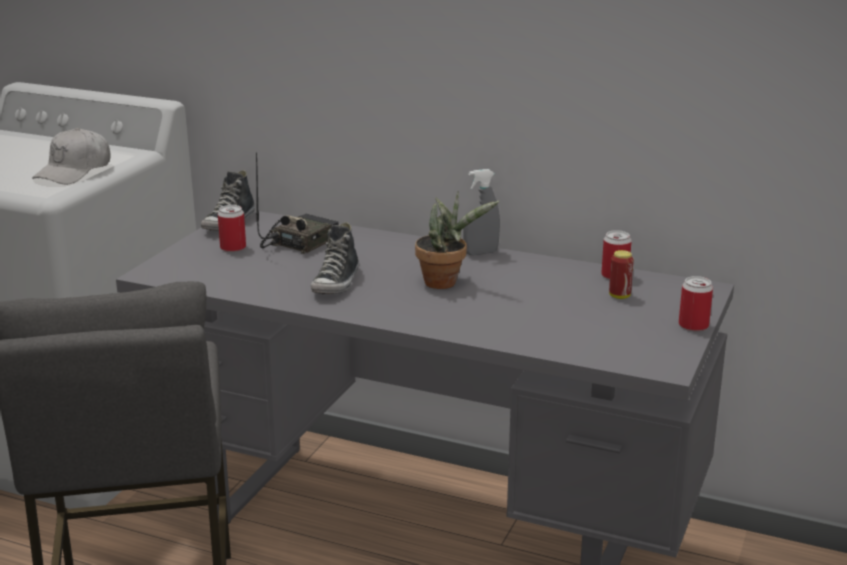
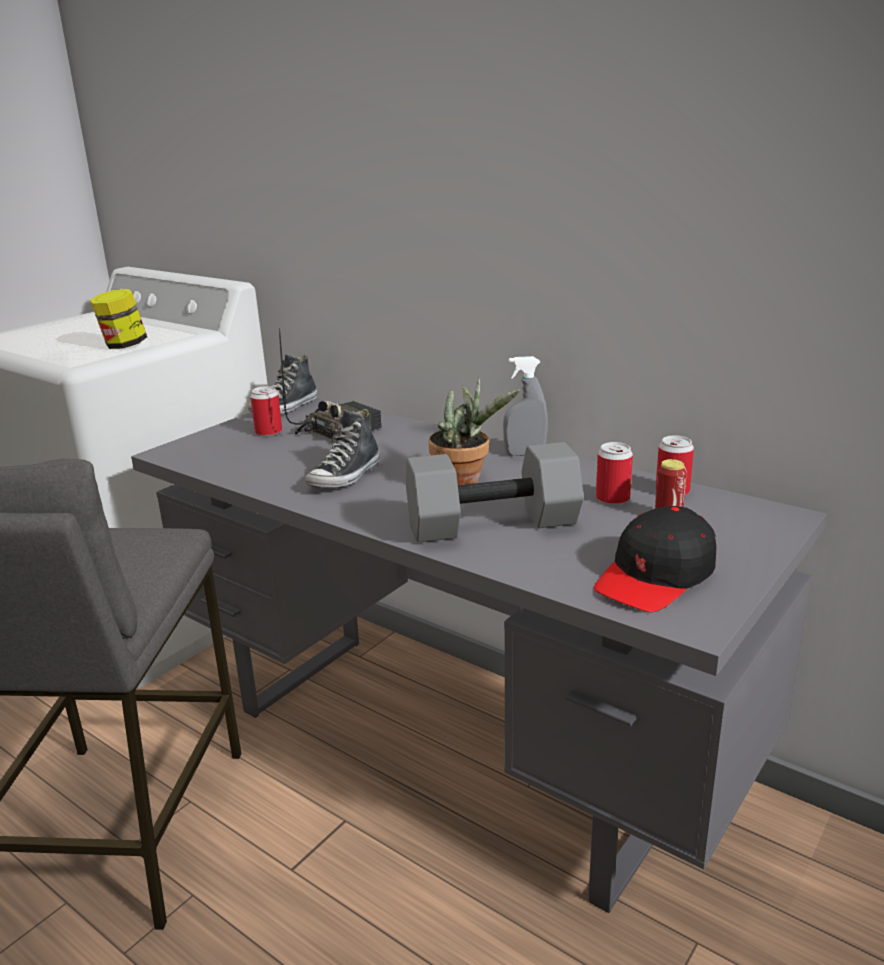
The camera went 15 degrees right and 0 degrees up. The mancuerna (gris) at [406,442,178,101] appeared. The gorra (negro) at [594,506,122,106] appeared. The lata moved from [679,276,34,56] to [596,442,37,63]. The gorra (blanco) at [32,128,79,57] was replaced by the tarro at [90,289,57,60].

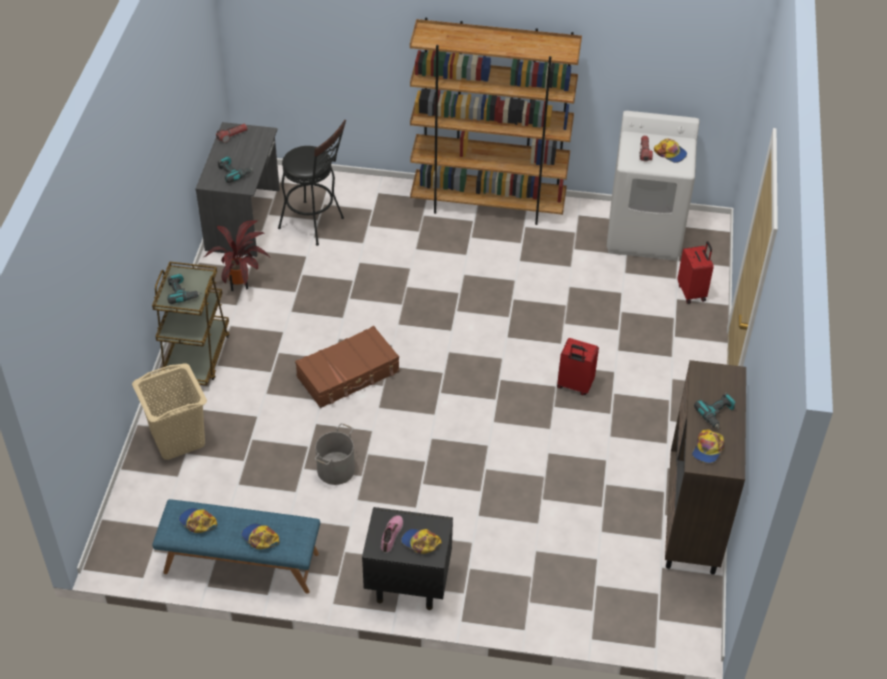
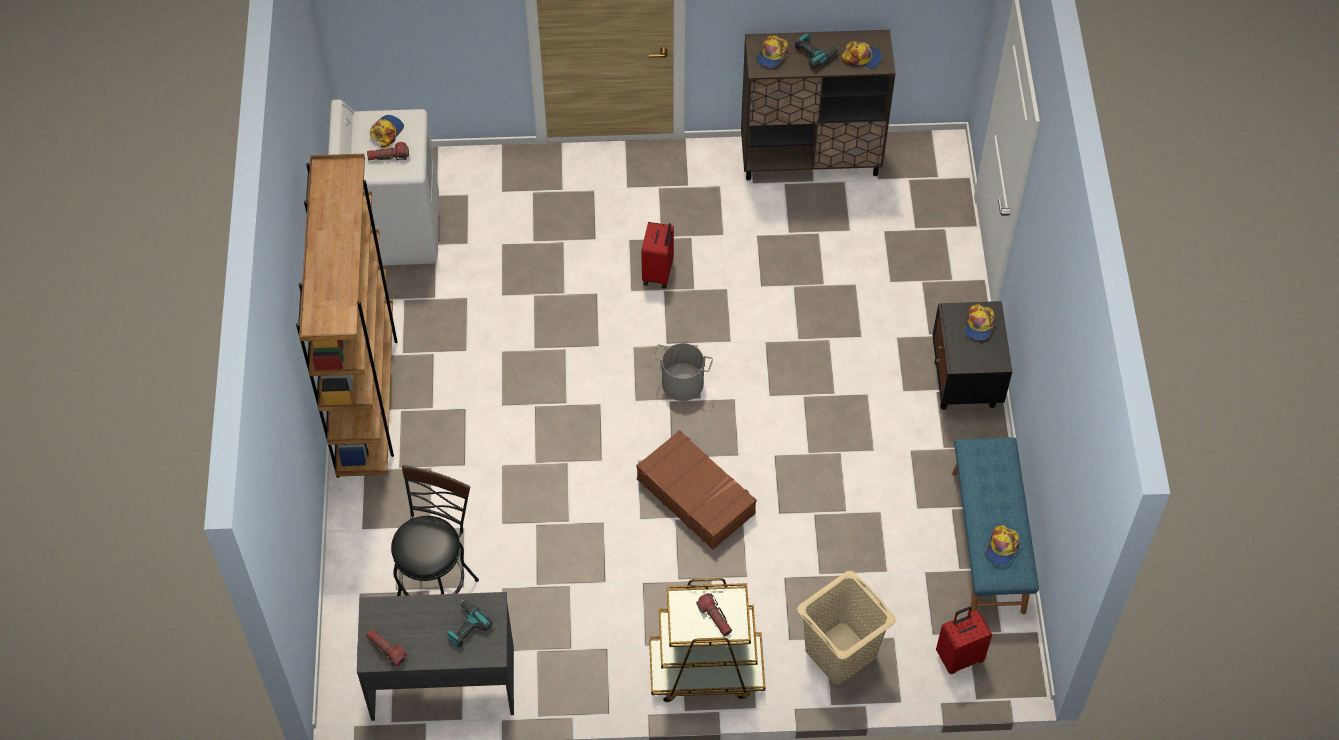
The camera went 100 degrees left and 10 degrees up. The planta en maceta at [204,220,66,71] disappeared. The zapato at [381,515,22,38] disappeared. The gorra moved from [241,524,39,25] to [756,35,32,32]. The cubo (gris) moved from [315,423,40,62] to [653,343,60,58]. The maleta (rojo) moved from [678,241,36,63] to [936,607,56,67]. The taladro at [167,274,34,30] was replaced by the linterna at [696,593,36,43].

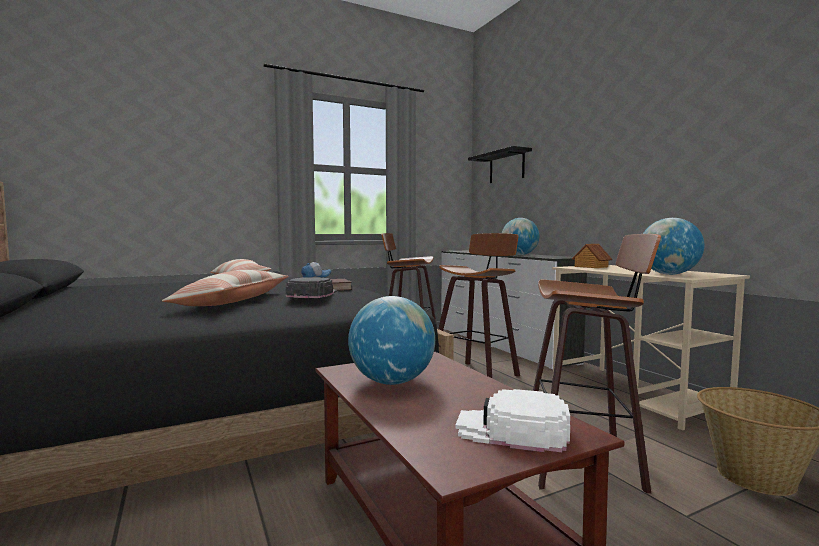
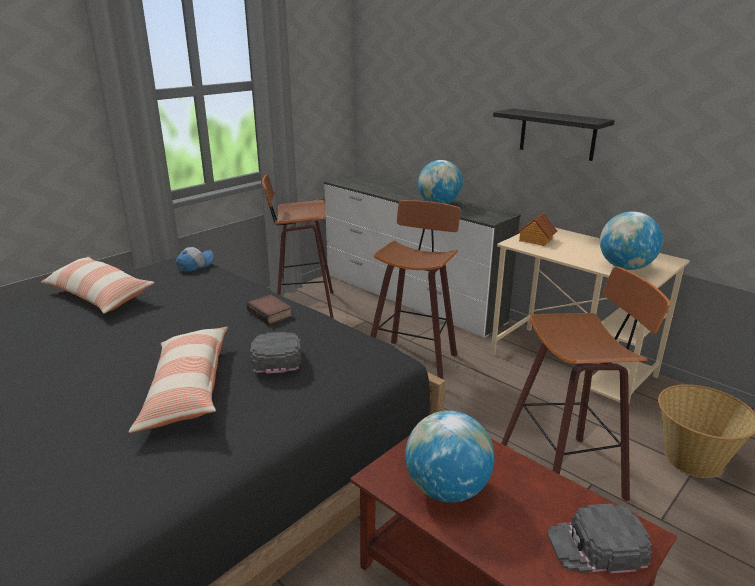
The camera went 20 degrees left and 20 degrees up. The estante (negro) moved from [468,146,64,37] to [493,108,122,53]. The gorra (blanco) at [455,389,115,63] became the gorra (negro) at [547,504,105,70].

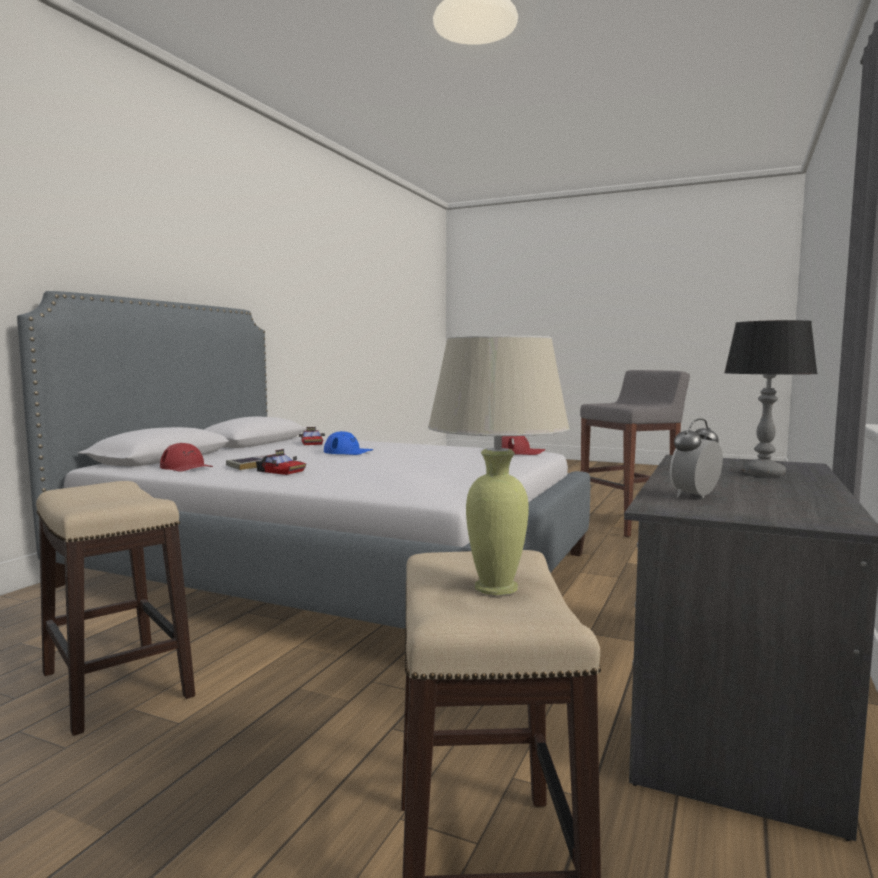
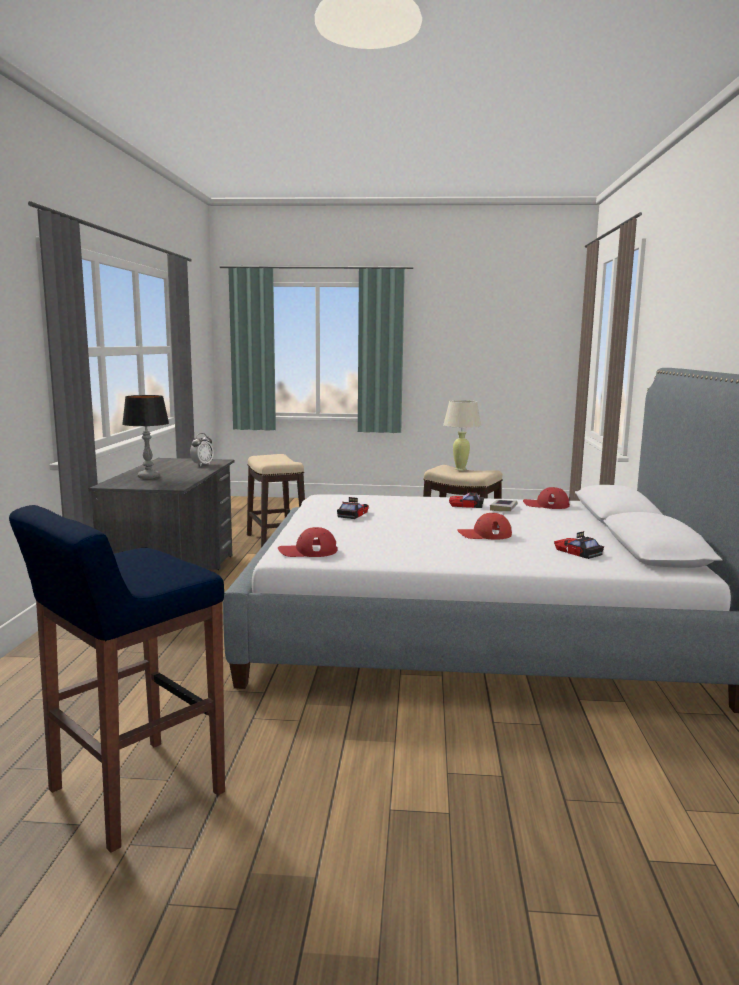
The camera went 160 degrees right and 5 degrees up. The coche de juguete at [337,497,32,22] appeared. The lámpara de mesa (beis) moved from [428,336,141,259] to [443,400,38,71]. The gorra (azul) at [324,431,50,24] became the gorra (rojo) at [457,513,55,27]. The taburete (gris) at [580,370,110,167] became the taburete (azul) at [9,505,216,348].

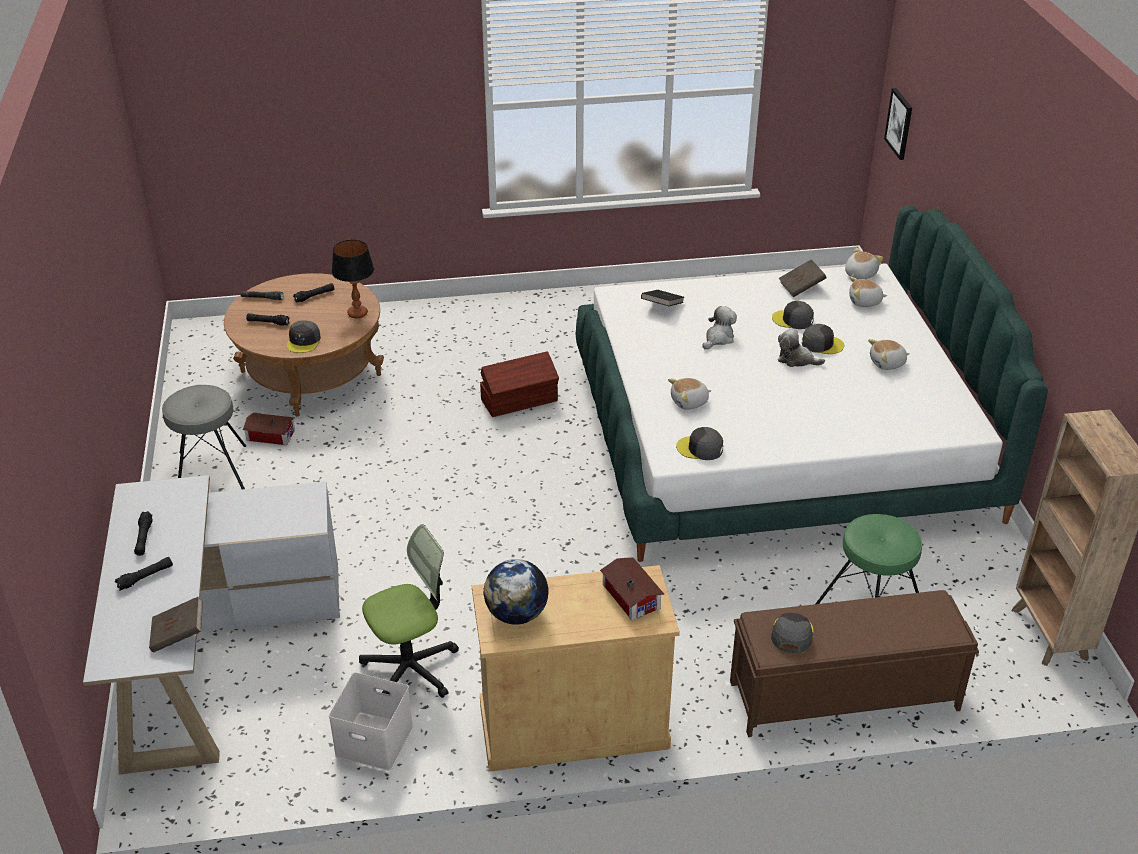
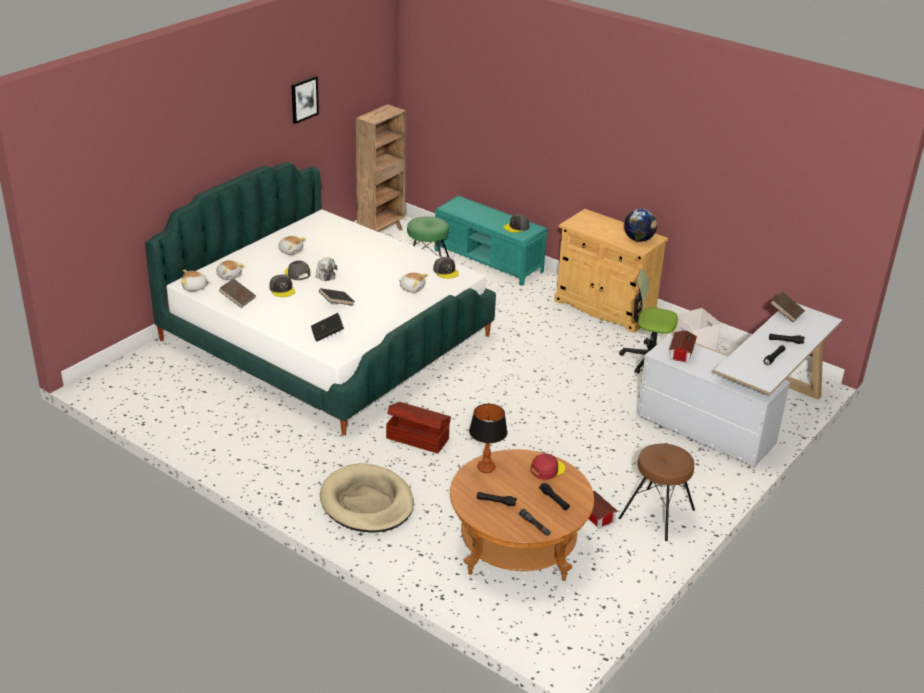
The camera went 135 degrees left and 5 degrees down. The cama para perro (beis) at [320,463,94,69] appeared. The casita moved from [600,557,64,63] to [669,330,28,33]. The cuadro moved from [884,88,28,72] to [291,76,28,48]. The peluche at [702,306,35,43] was replaced by the libro (negro) at [319,288,36,18]. The taburete (gris) at [162,385,84,104] became the taburete (marrón) at [619,444,76,97]. The gorra (gris) at [287,320,34,33] became the gorra (rojo) at [531,453,34,27]. The banco (marrón) at [730,590,249,147] became the banco (turquesa) at [434,196,114,90].

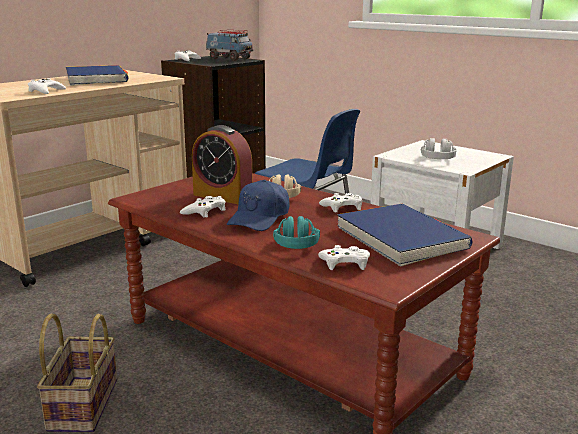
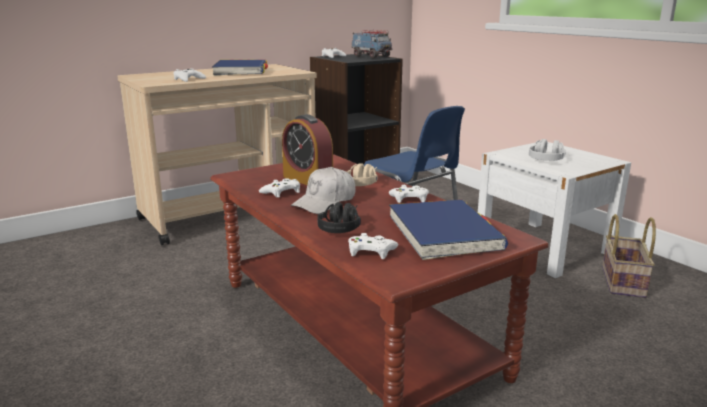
The camera went 15 degrees right and 0 degrees up. The cesta moved from [37,313,80,119] to [602,214,54,84]. The gorra (azul) at [227,180,63,51] became the gorra (blanco) at [291,167,65,47]. The auriculares (turquesa) at [273,216,47,33] became the auriculares (negro) at [317,202,44,31].

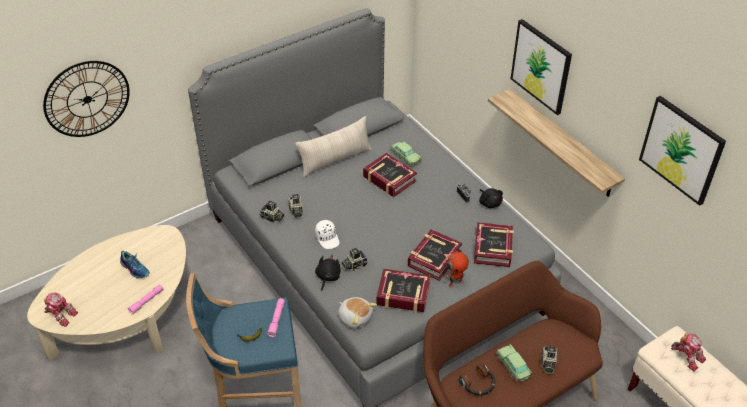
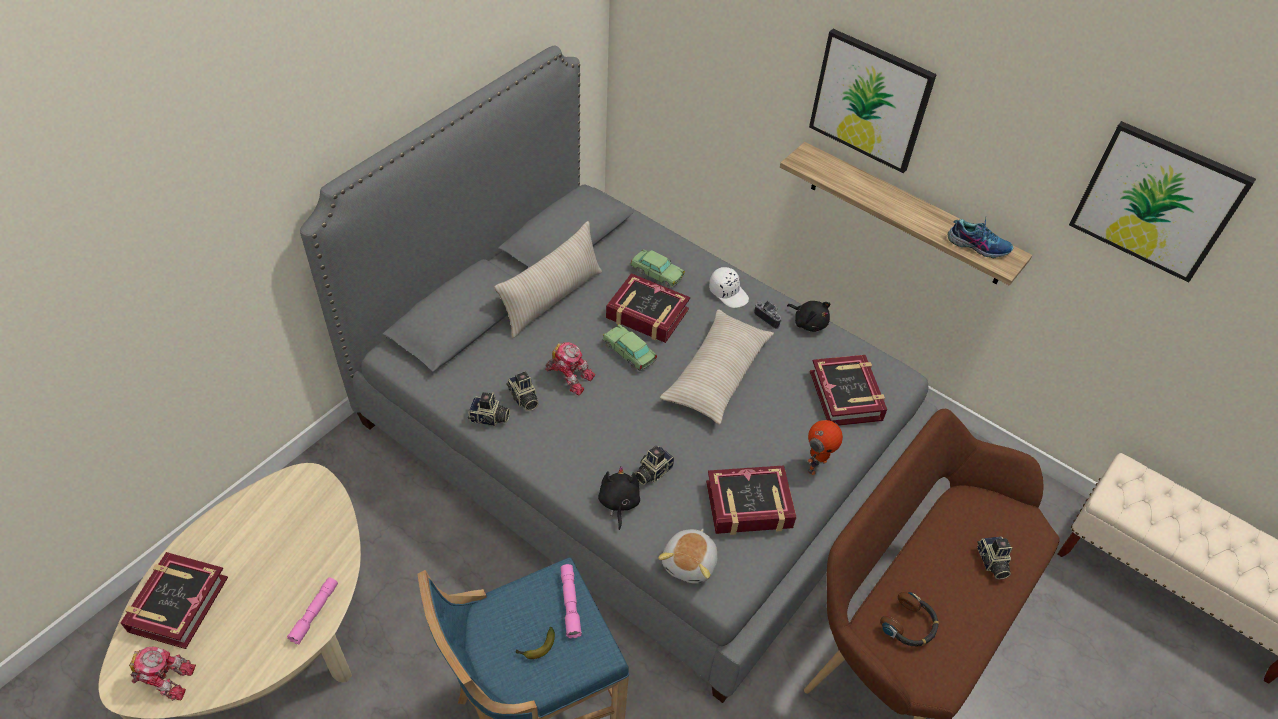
The camera went 20 degrees left and 5 degrees up. The reloj de pared at [43,61,87,76] disappeared. The cojín (beis) at [660,309,114,116] appeared. The zapato moved from [120,251,30,27] to [948,219,65,39]. The gorra (blanco) moved from [315,220,24,29] to [709,267,40,41]. The libro moved from [408,230,54,51] to [121,552,107,97]. The coche de juguete moved from [496,344,36,39] to [602,324,55,47]. The robot de juguete moved from [671,333,35,39] to [545,342,50,53]. The peluche at [338,297,39,32] turned 90 degrees clockwise.

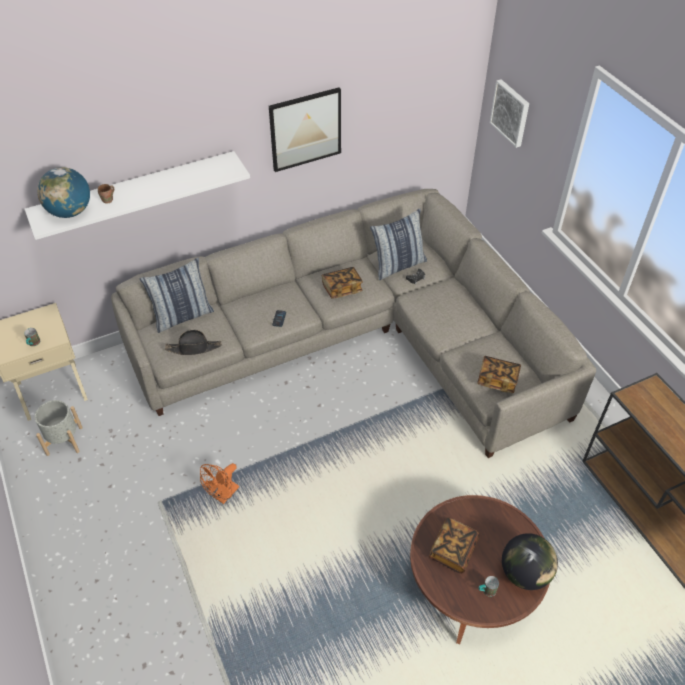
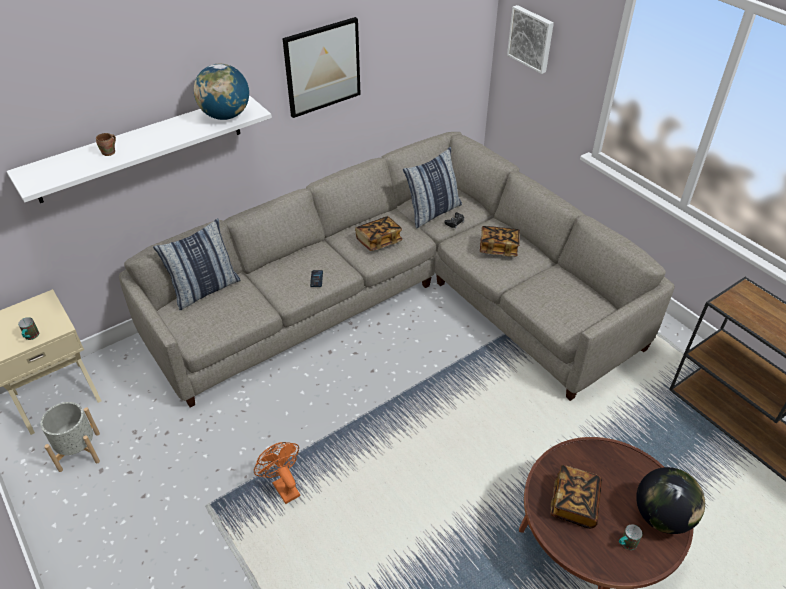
The camera went 10 degrees left and 5 degrees down. The sombrero (negro) at [165,330,57,25] disappeared. The globo terráqueo moved from [37,167,53,51] to [194,64,55,56]. The libro moved from [477,356,44,37] to [480,226,40,31]. The ventilador (naranja) at [200,463,39,41] turned 120 degrees clockwise.

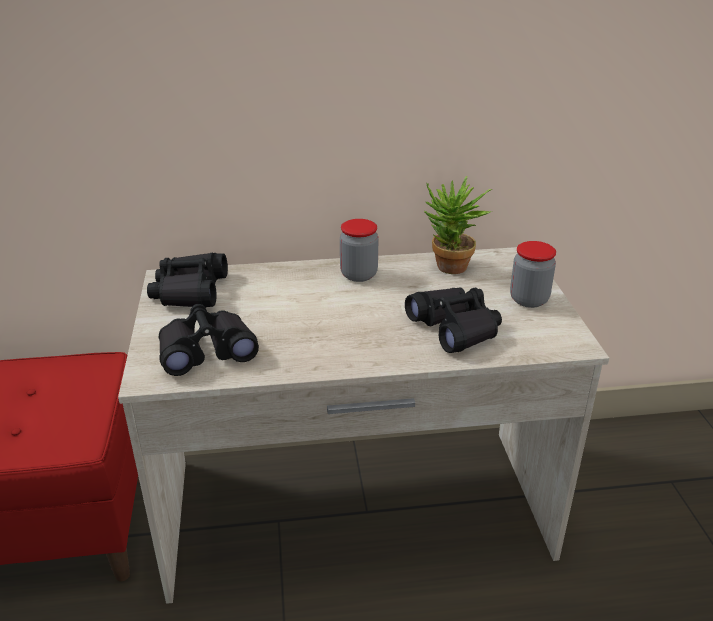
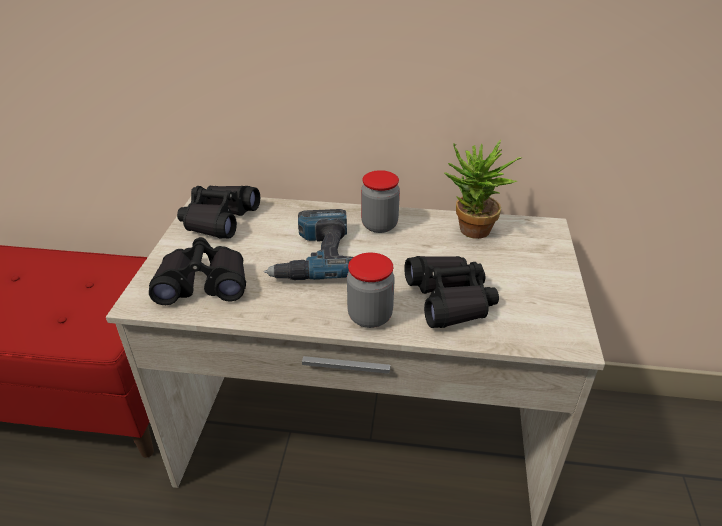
The camera went 15 degrees right and 5 degrees up. The taladro at [264,209,89,71] appeared. The tarro moved from [510,241,46,67] to [347,253,48,75].

